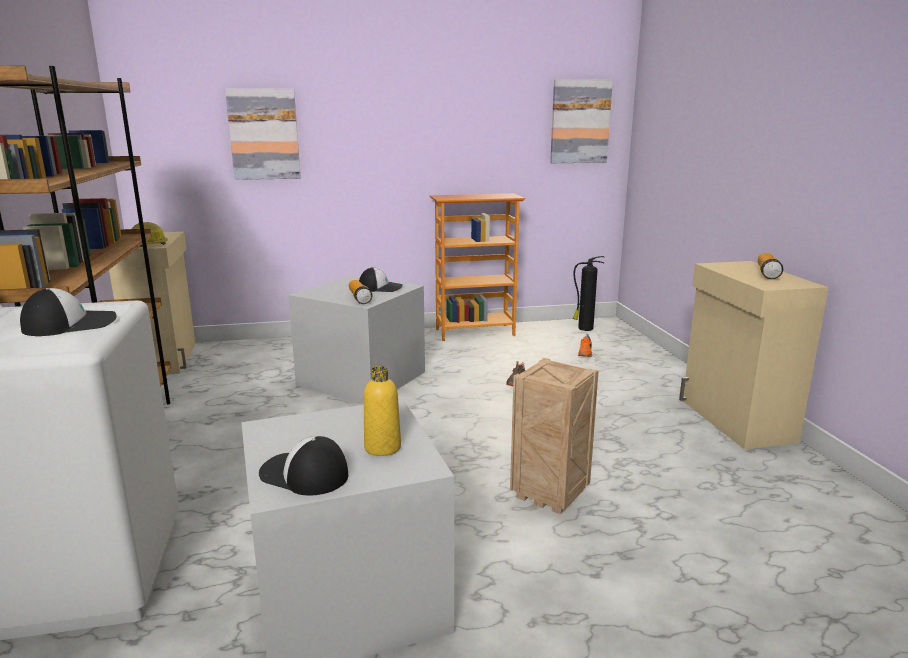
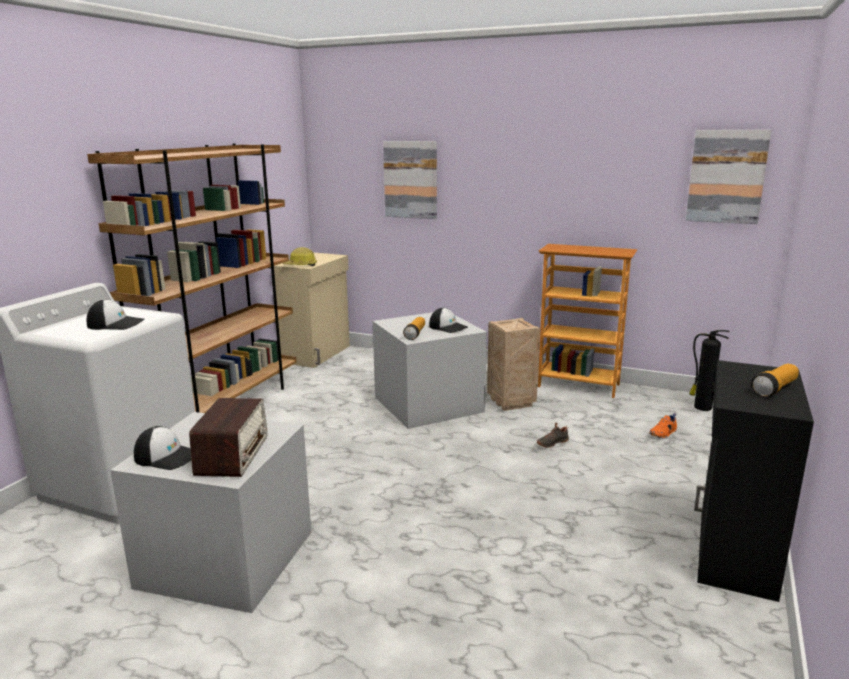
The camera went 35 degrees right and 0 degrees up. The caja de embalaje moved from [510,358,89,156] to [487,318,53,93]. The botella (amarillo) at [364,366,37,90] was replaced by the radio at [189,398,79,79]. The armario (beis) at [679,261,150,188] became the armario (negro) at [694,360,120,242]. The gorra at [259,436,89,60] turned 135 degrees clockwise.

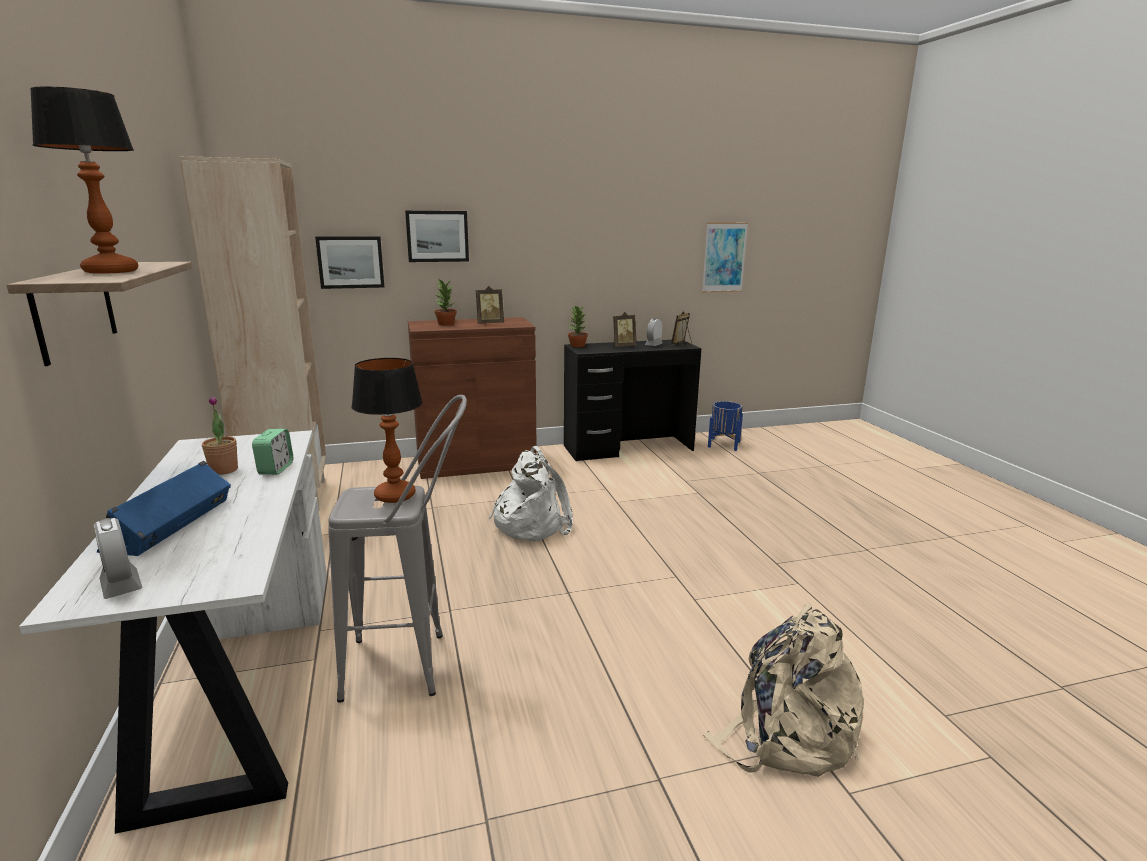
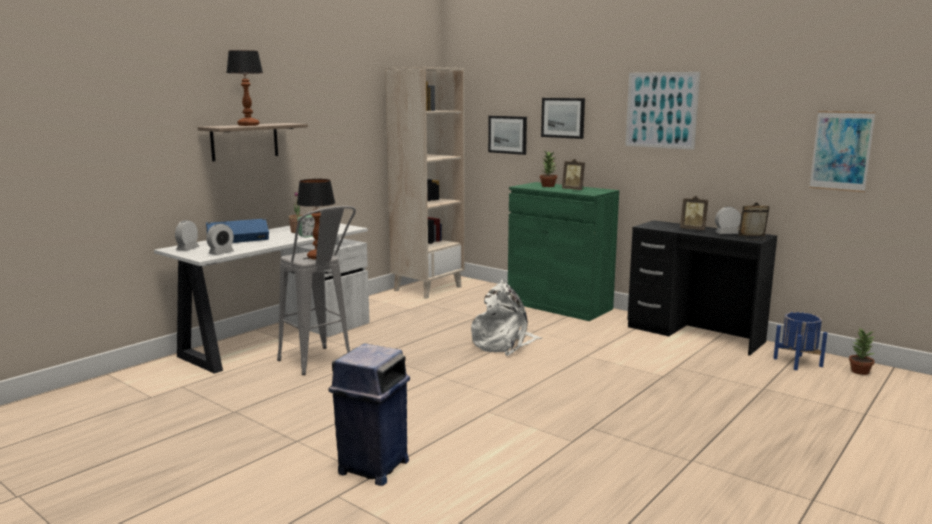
The camera went 55 degrees right and 5 degrees down. The despertador at [206,224,28,31] appeared. The cuadro at [625,72,75,78] appeared. The planta en maceta moved from [568,305,20,42] to [849,329,26,46]. The mochila (beis) at [703,602,161,175] was replaced by the papelera (azul) at [329,343,81,143]. The armario (marrón) at [408,317,129,162] became the armario (verde) at [508,182,111,139].

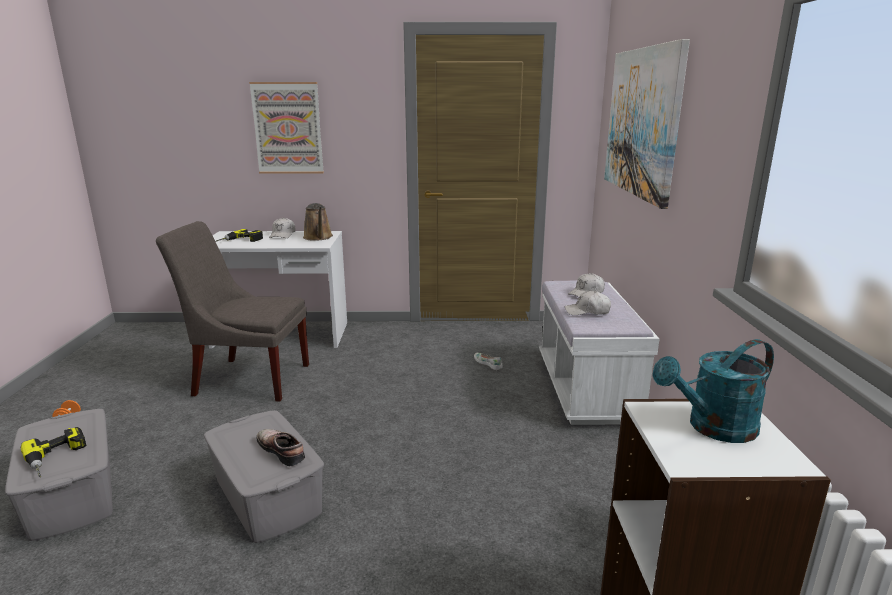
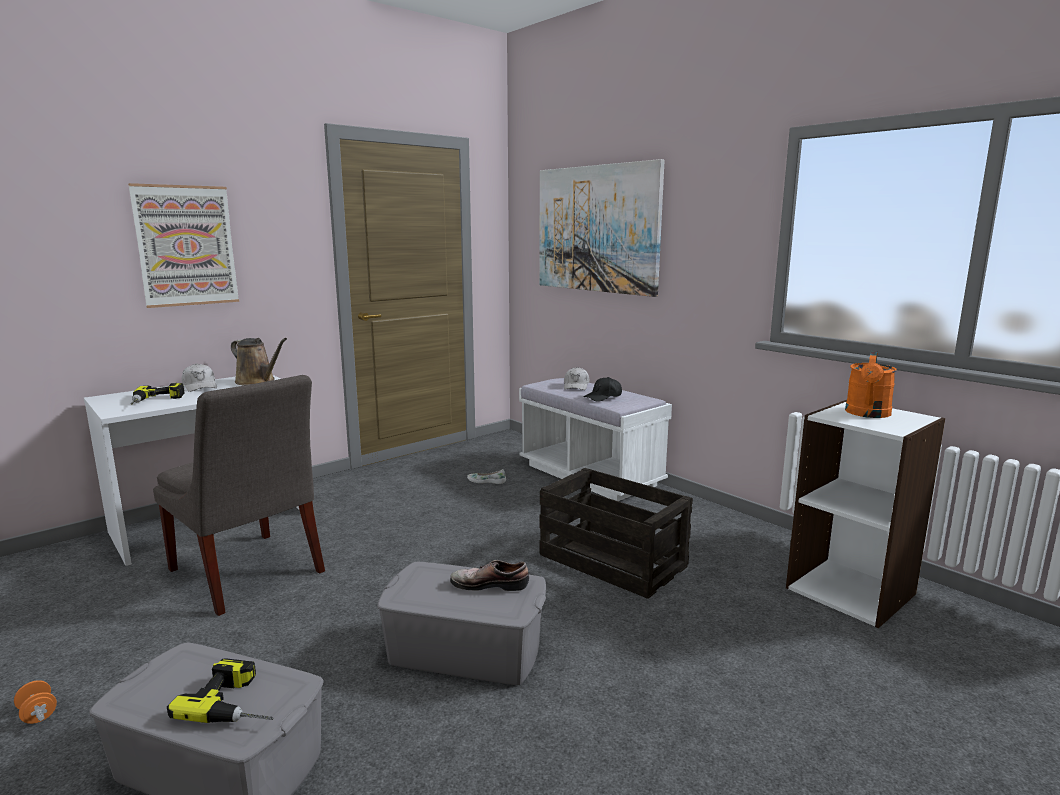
The camera went 40 degrees left and 5 degrees down. The caja de embalaje at [539,468,154,131] appeared. The gorra (blanco) at [565,291,46,24] became the gorra (negro) at [584,377,38,25]. The regadera (turquesa) at [652,339,122,104] became the regadera (naranja) at [845,351,52,67]. The silla (gris) at [156,221,153,181] turned 105 degrees counterclockwise.

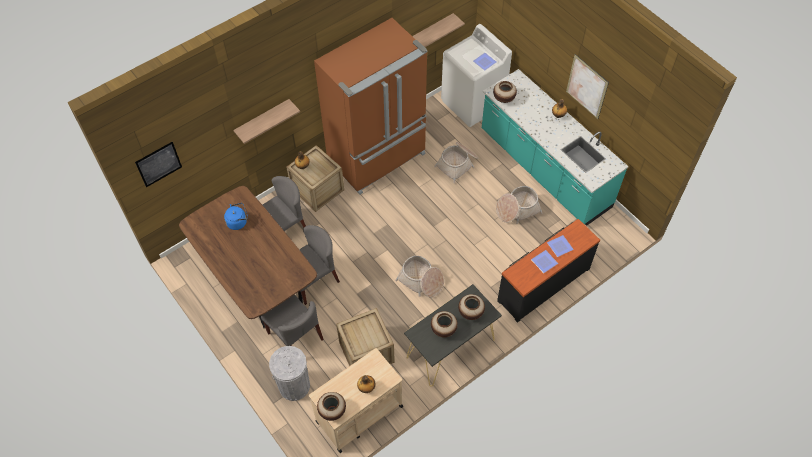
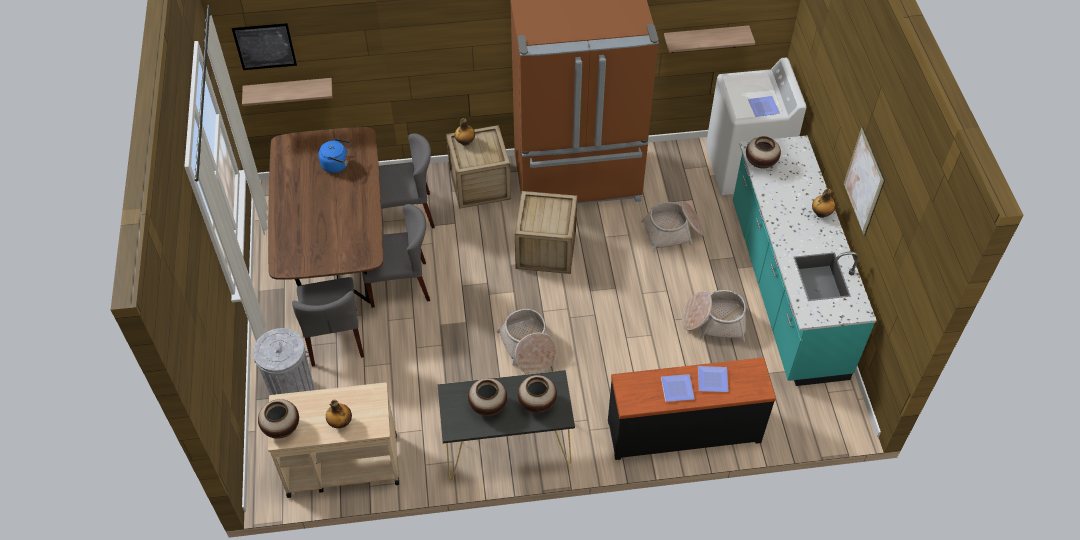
The camera went 30 degrees right and 5 degrees down. The estante moved from [233,99,67,45] to [242,78,91,28]. The caja de embalaje moved from [336,308,59,58] to [515,191,62,83].

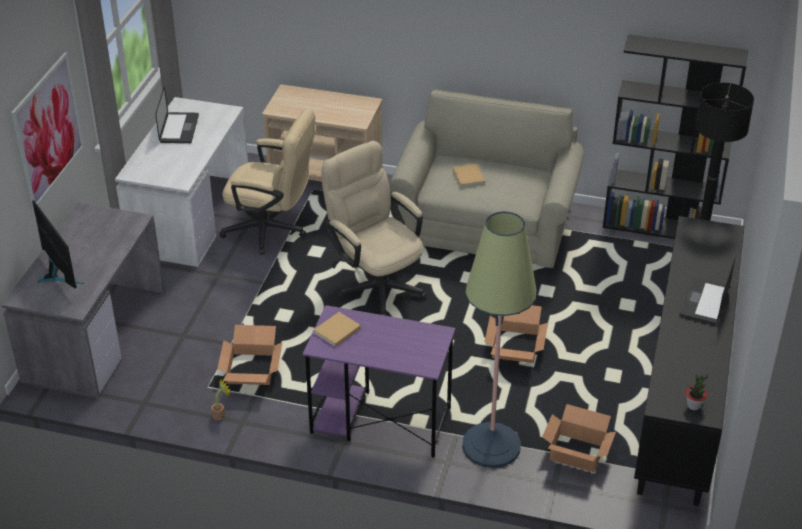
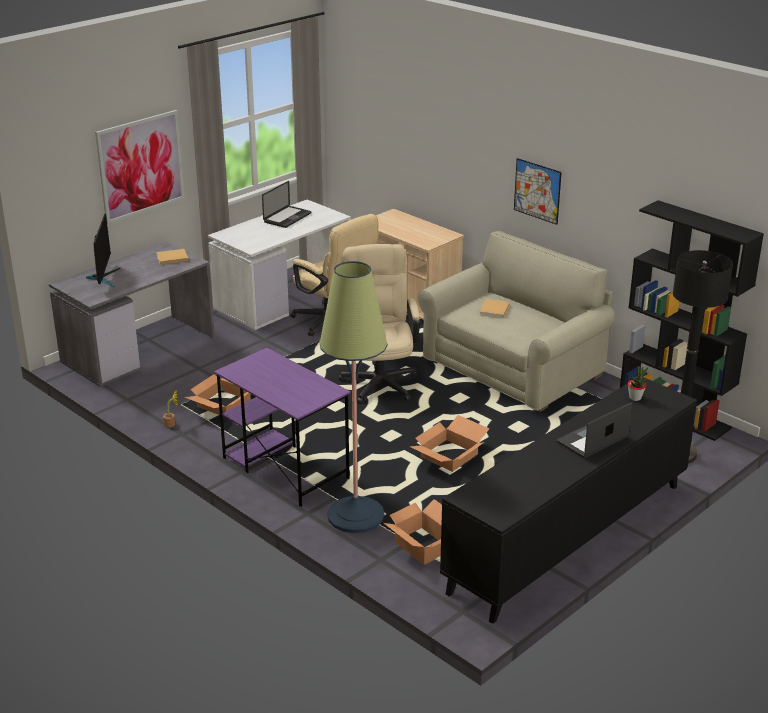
The camera went 30 degrees right and 10 degrees down. The cuadro at [514,158,48,67] appeared. The libro (beis) moved from [314,312,47,35] to [156,249,33,16]. The planta en maceta moved from [686,375,22,35] to [627,366,21,35].

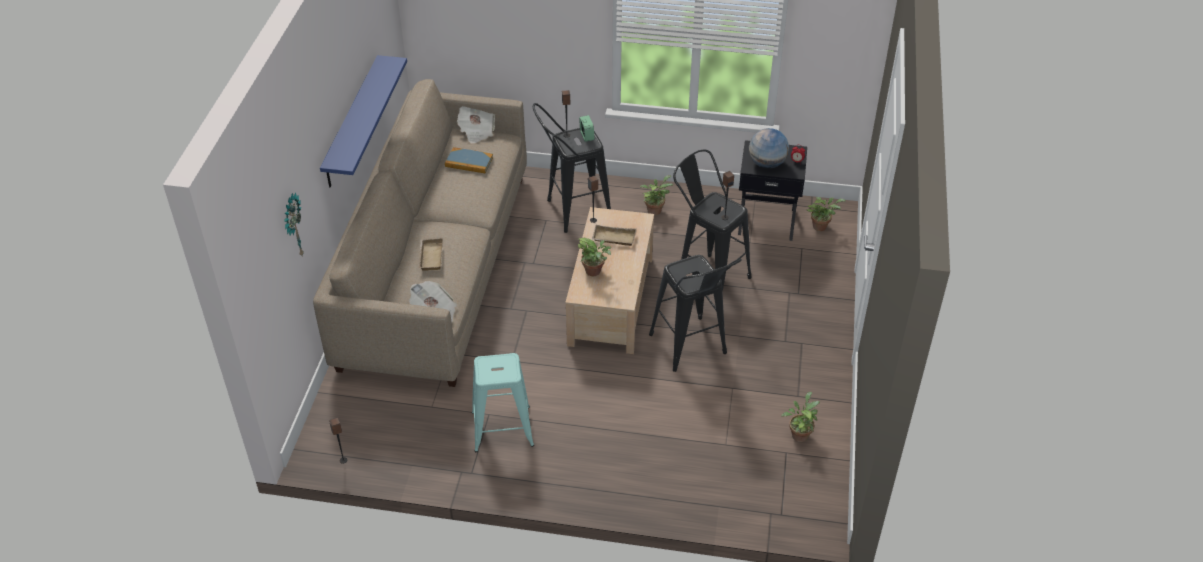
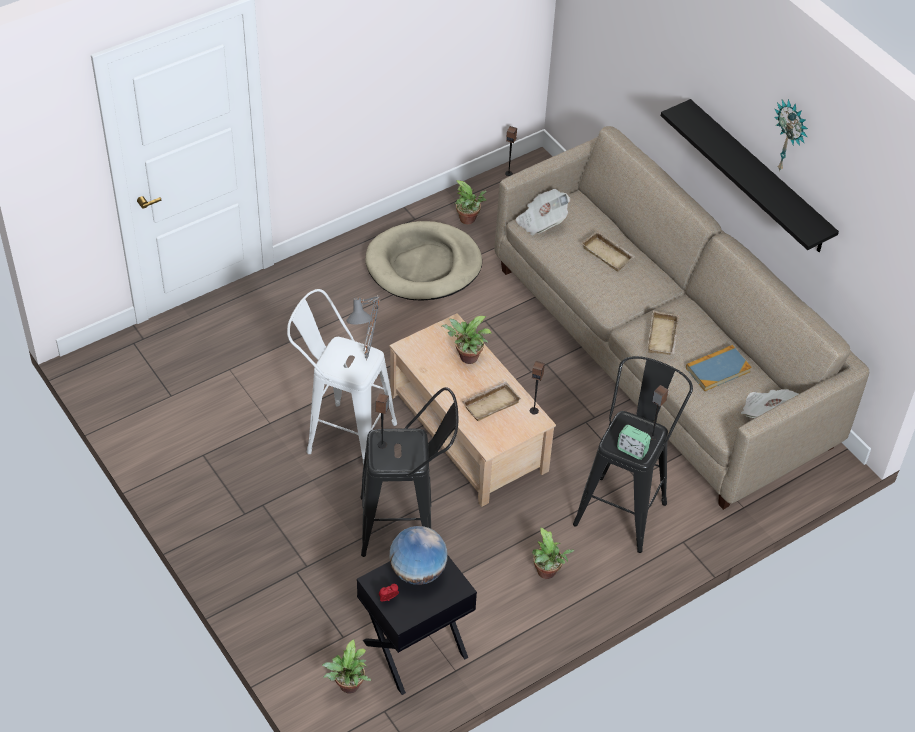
The camera went 135 degrees right and 5 degrees up. The lámpara de mesa (gris) at [347,295,33,65] appeared. The bandeja (beis) at [647,311,32,44] appeared. The reloj de pared moved from [284,192,20,65] to [774,99,34,73]. The planta en maceta moved from [781,392,39,50] to [455,180,32,44]. The taburete (turquesa) at [472,353,62,99] was replaced by the cama para perro (beis) at [365,221,117,80]. The estante (azul) at [320,55,87,133] became the estante (negro) at [661,99,178,153]. The taburete (negro) at [649,255,93,117] became the taburete (blanco) at [287,289,110,176].

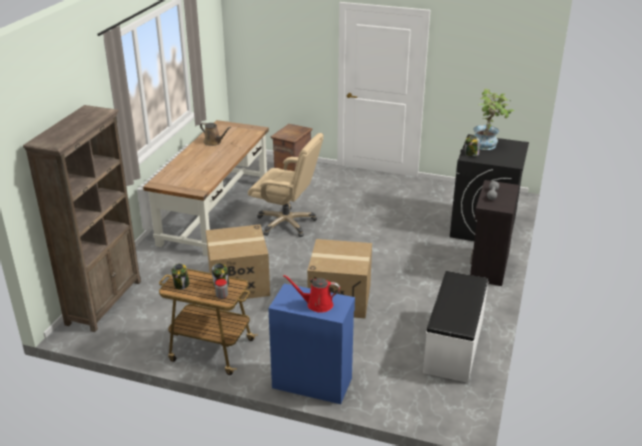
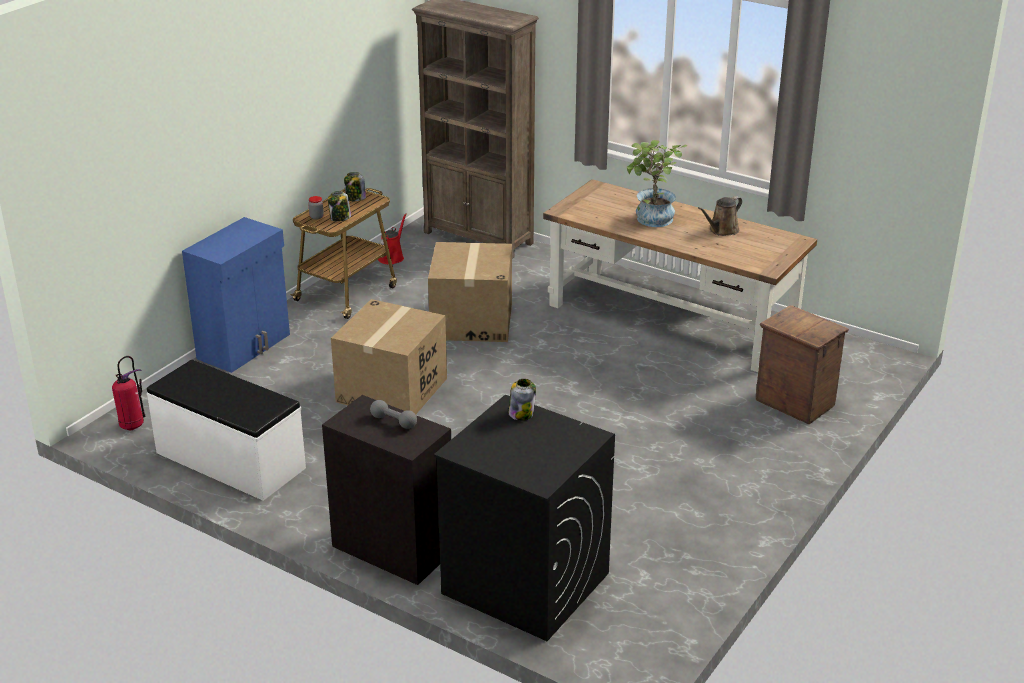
The camera went 105 degrees right and 0 degrees up. The silla de oficina (beis) at [248,133,76,104] disappeared. The extintor at [112,356,33,74] appeared. The regadera (rojo) moved from [283,275,57,38] to [378,213,29,51]. The planta en maceta moved from [473,89,41,61] to [627,140,60,87].

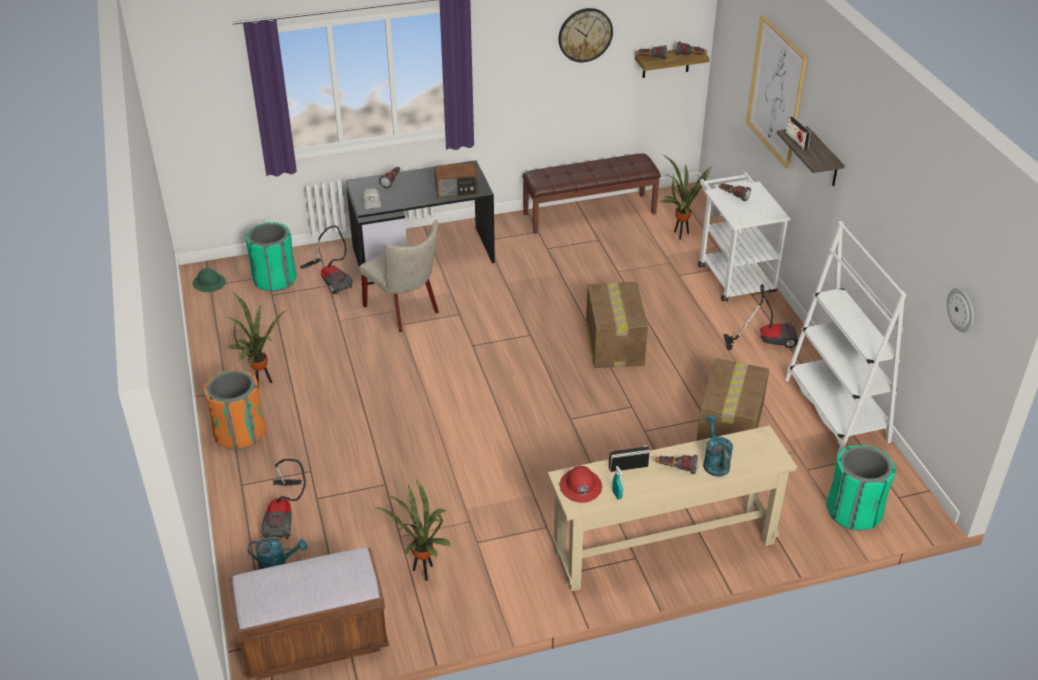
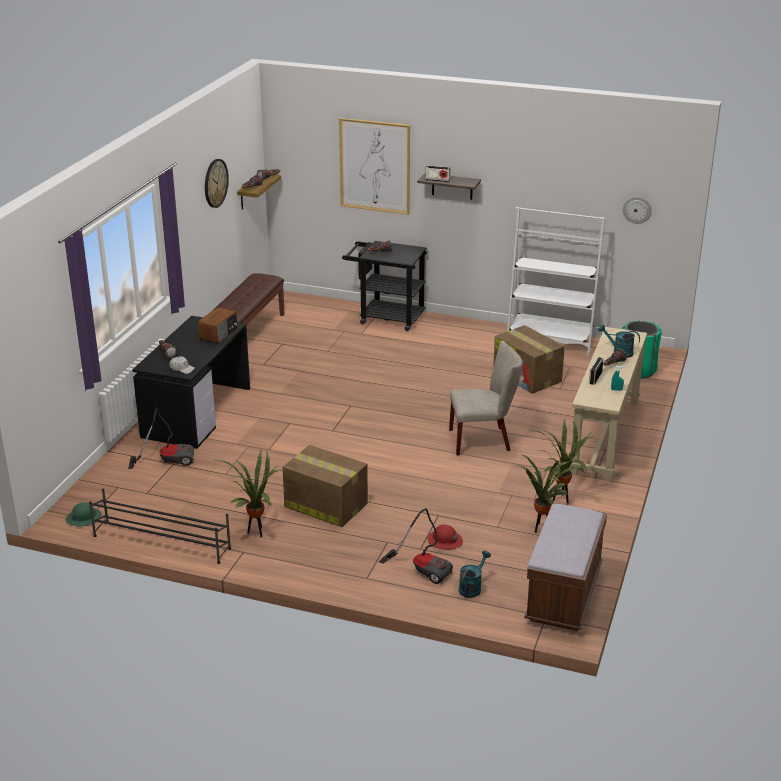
The camera went 55 degrees left and 10 degrees down. The papelera (naranja) at [204,369,62,81] disappeared. The papelera (verde) at [245,222,52,69] disappeared. The aspiradora at [723,284,75,66] disappeared. The zapatero (negro) at [89,488,142,76] appeared. The silla (beis) moved from [359,220,80,112] to [449,341,74,115]. The casco (rojo) moved from [560,466,42,37] to [427,525,36,25]. The caja de cartón moved from [586,282,62,86] to [282,445,86,82]. The planta en maceta moved from [660,155,53,85] to [534,419,59,84]. The carrito (blanco) at [698,172,93,129] became the carrito (negro) at [342,241,85,90].

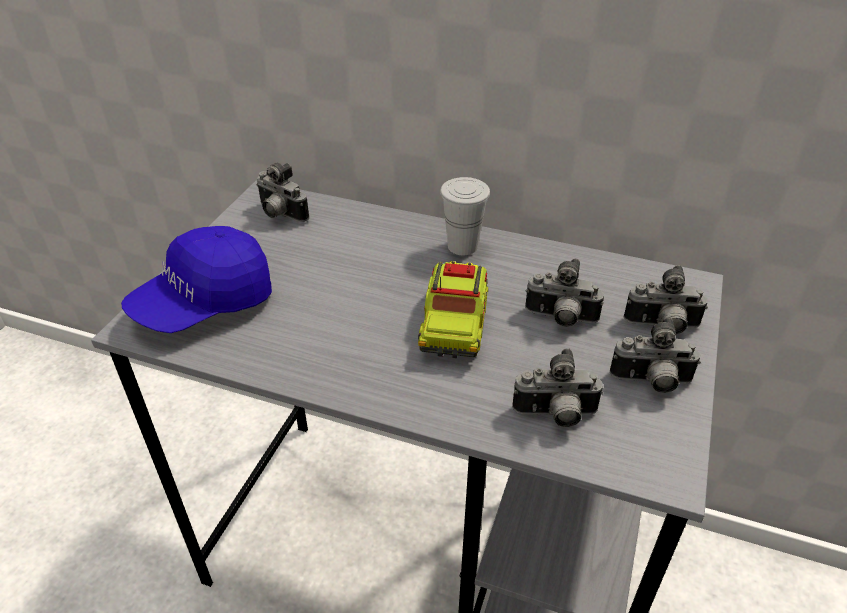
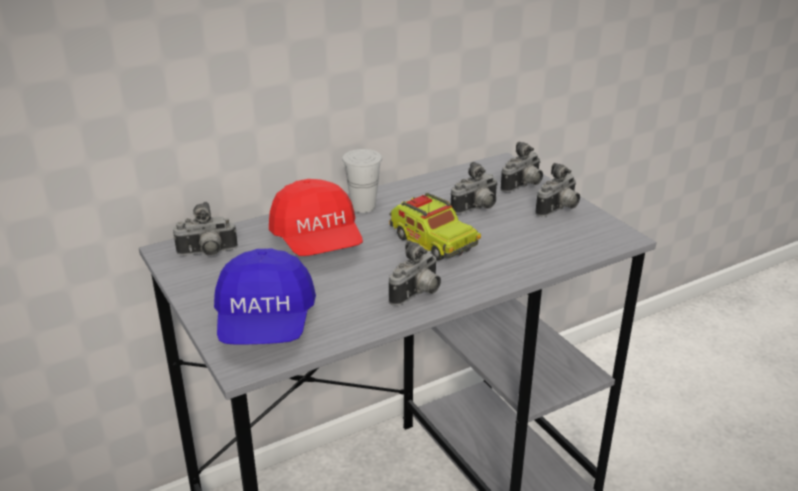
The camera went 50 degrees left and 10 degrees down. The gorra (rojo) at [269,179,94,77] appeared. The cámara moved from [512,348,92,79] to [389,240,52,66].

